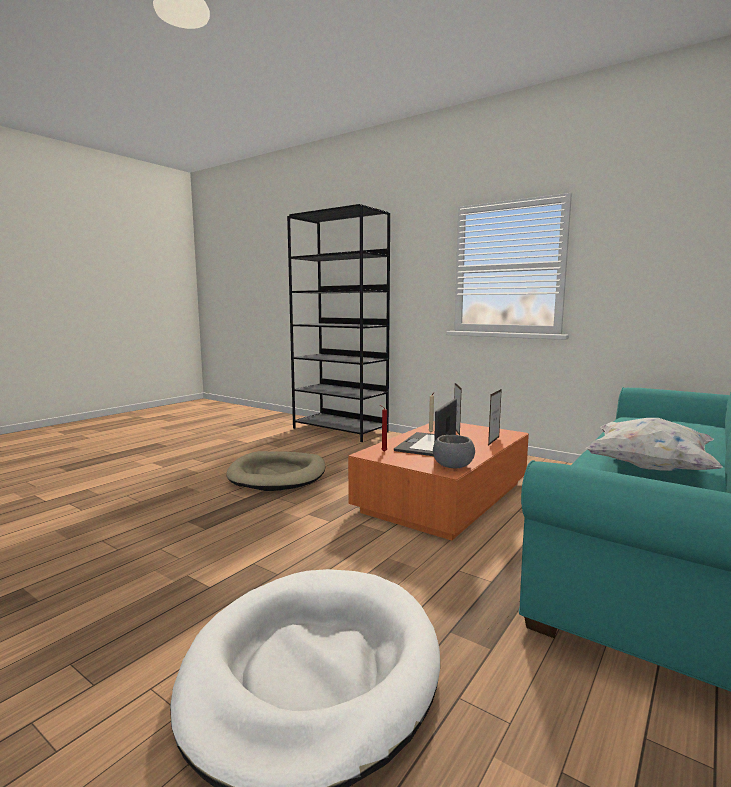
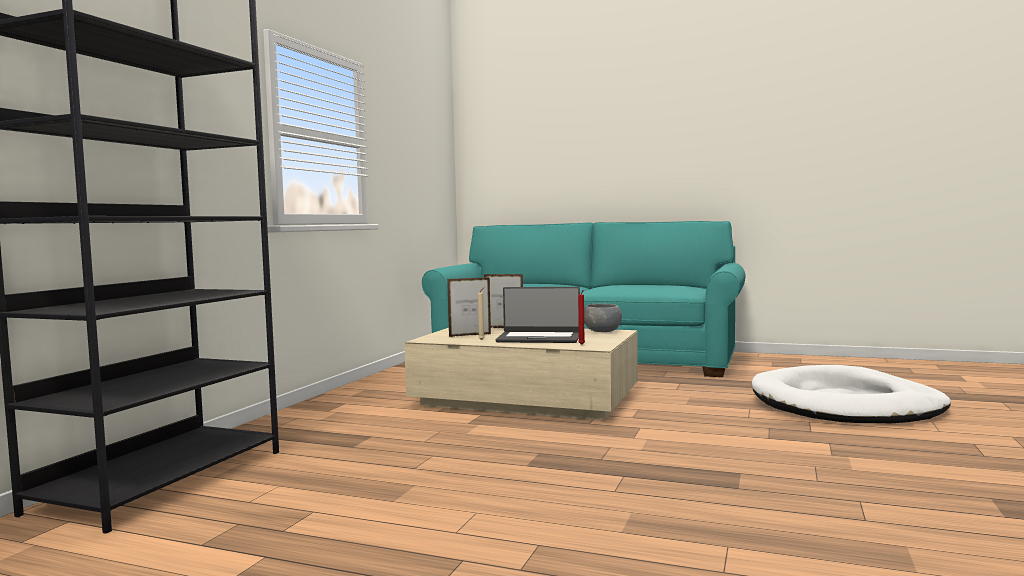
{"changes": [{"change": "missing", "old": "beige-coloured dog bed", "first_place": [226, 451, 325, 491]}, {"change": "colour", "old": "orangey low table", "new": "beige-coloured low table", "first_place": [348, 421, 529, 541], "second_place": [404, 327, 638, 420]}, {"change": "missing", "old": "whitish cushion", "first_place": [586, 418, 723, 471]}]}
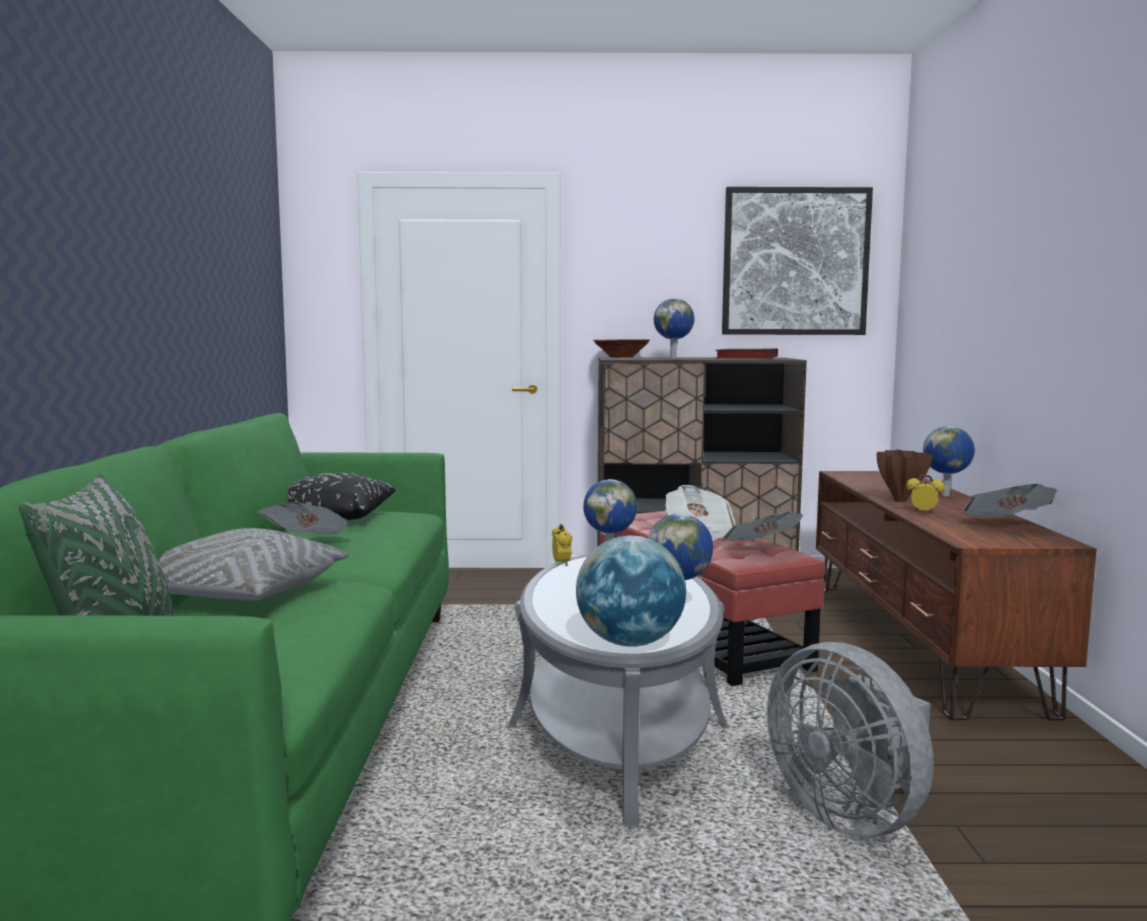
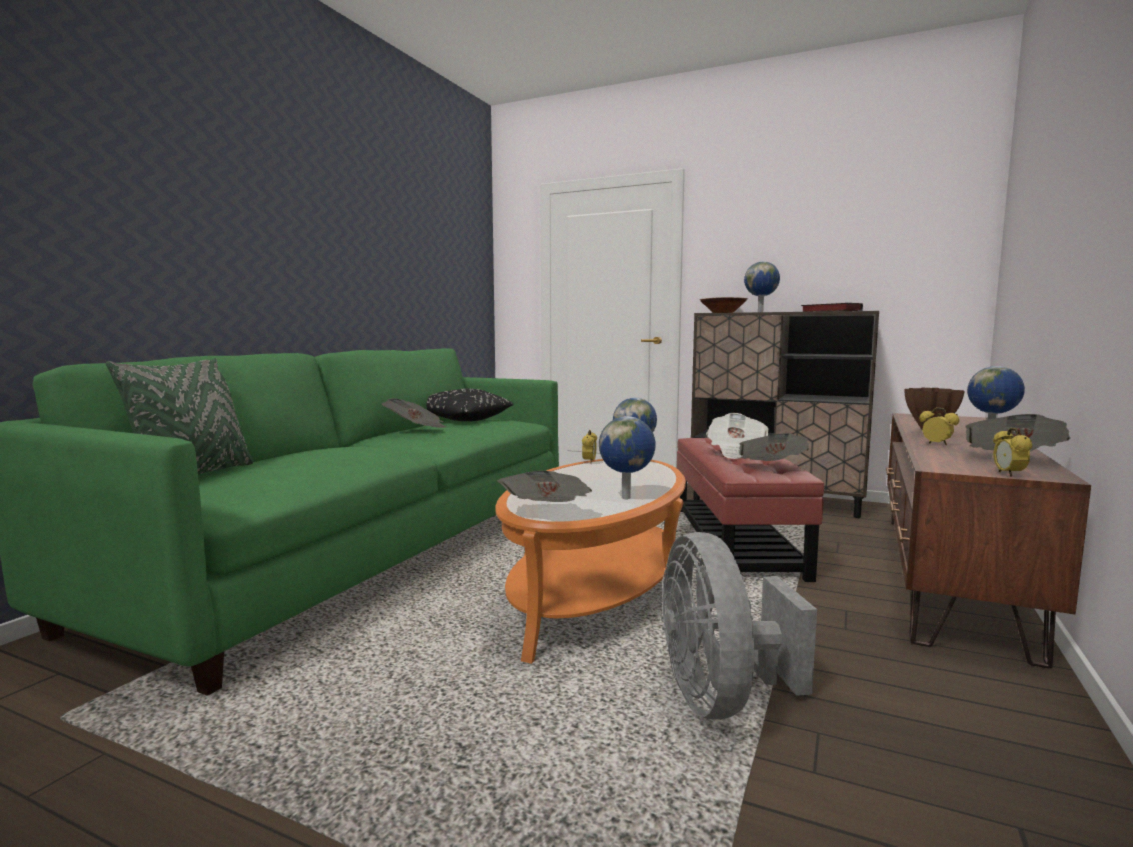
{"changes": [{"change": "missing", "old": "grey cushion", "first_place": [159, 528, 349, 601]}, {"change": "colour", "old": "grey low table", "new": "orangey low table", "first_place": [509, 554, 728, 827], "second_place": [495, 459, 686, 664]}, {"change": "exchanged", "old": "globe", "new": "printed paper", "first_place": [576, 535, 686, 647], "second_place": [497, 471, 592, 502]}, {"change": "missing", "old": "wall picture", "first_place": [722, 187, 873, 335]}, {"change": "appeared", "new": "alarm clock", "second_place": [993, 428, 1032, 477]}]}
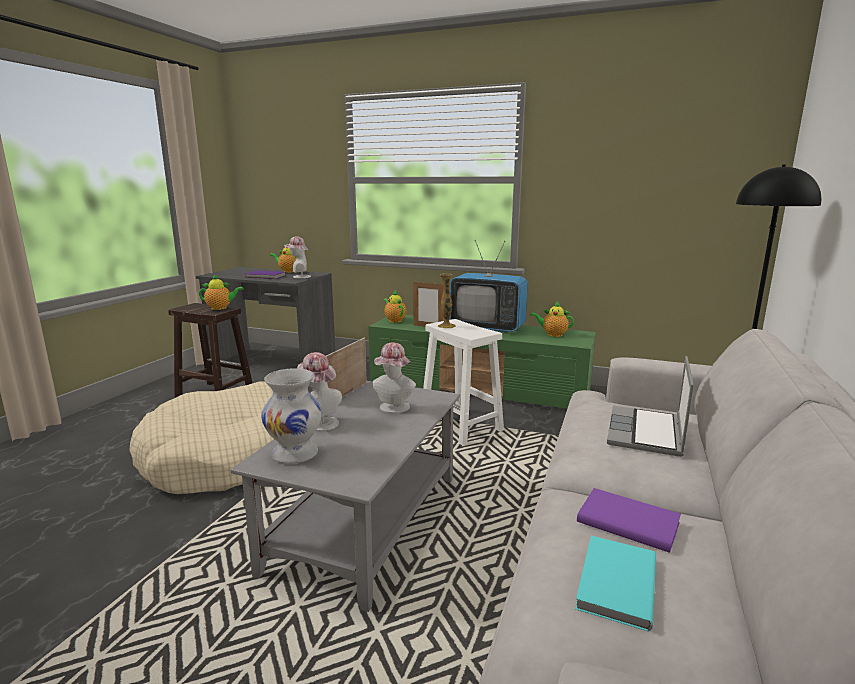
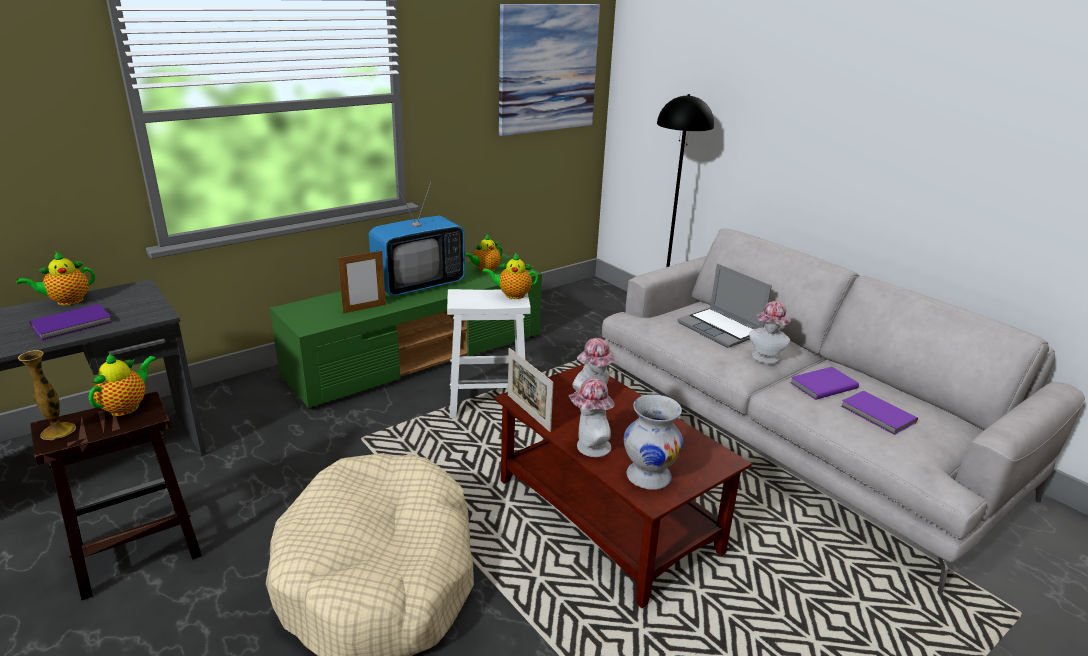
{"changes": [{"change": "colour", "old": "grey low table", "new": "brown low table", "first_place": [230, 381, 460, 612], "second_place": [494, 364, 752, 608]}, {"change": "relocated", "old": "clothing hat", "first_place": [284, 236, 311, 278], "second_place": [749, 301, 791, 364]}, {"change": "relocated", "old": "tea pot", "first_place": [384, 291, 407, 323], "second_place": [482, 253, 538, 299]}, {"change": "relocated", "old": "decorative vase", "first_place": [438, 274, 456, 328], "second_place": [18, 350, 76, 440]}, {"change": "colour", "old": "turquoise bound book", "new": "purple-coloured bound book", "first_place": [575, 536, 656, 631], "second_place": [841, 391, 918, 435]}, {"change": "appeared", "new": "wall picture", "second_place": [499, 4, 600, 136]}]}
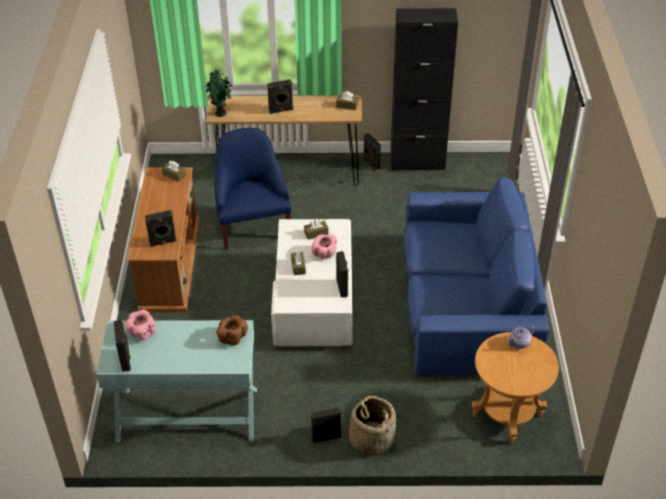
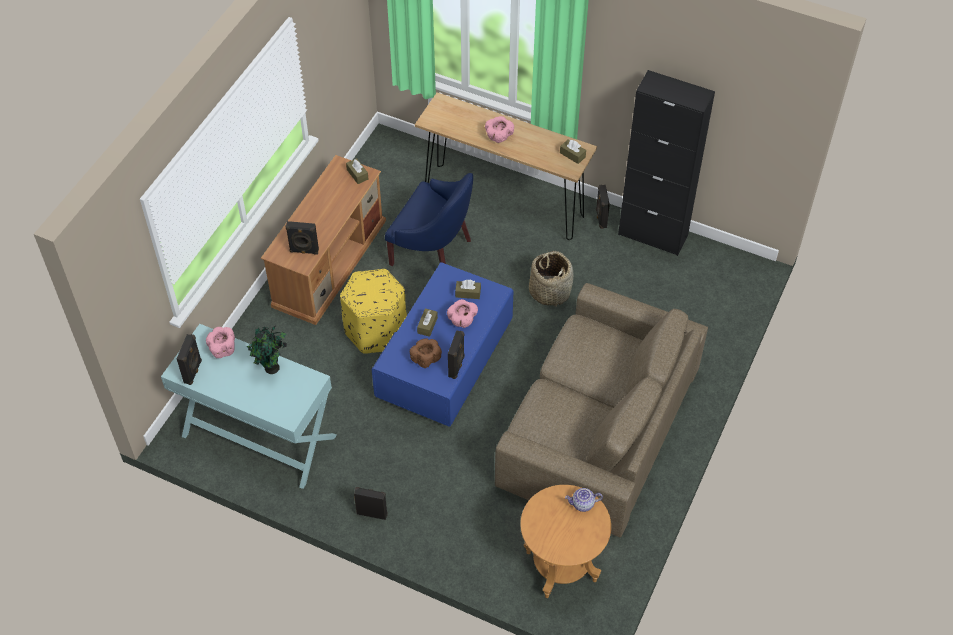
{"changes": [{"change": "relocated", "old": "potted plant", "first_place": [206, 70, 232, 117], "second_place": [247, 326, 287, 374]}, {"change": "spun", "old": "bluish lounge chair", "first_place": [215, 128, 292, 250], "second_place": [385, 173, 473, 266], "degrees": 105}, {"change": "relocated", "old": "brown bowl", "first_place": [216, 315, 248, 346], "second_place": [410, 339, 442, 368]}, {"change": "exchanged", "old": "black loudspeaker", "new": "pinkish bowl", "first_place": [267, 79, 293, 114], "second_place": [485, 116, 514, 143]}, {"change": "colour", "old": "whitish low table", "new": "bluish low table", "first_place": [271, 219, 353, 347], "second_place": [371, 262, 513, 426]}, {"change": "relocated", "old": "storage basket", "first_place": [349, 396, 396, 456], "second_place": [529, 251, 573, 307]}, {"change": "colour", "old": "bluish settee", "new": "brown settee", "first_place": [404, 178, 549, 376], "second_place": [495, 283, 708, 537]}, {"change": "appeared", "new": "yellow footrest", "second_place": [340, 269, 407, 354]}]}
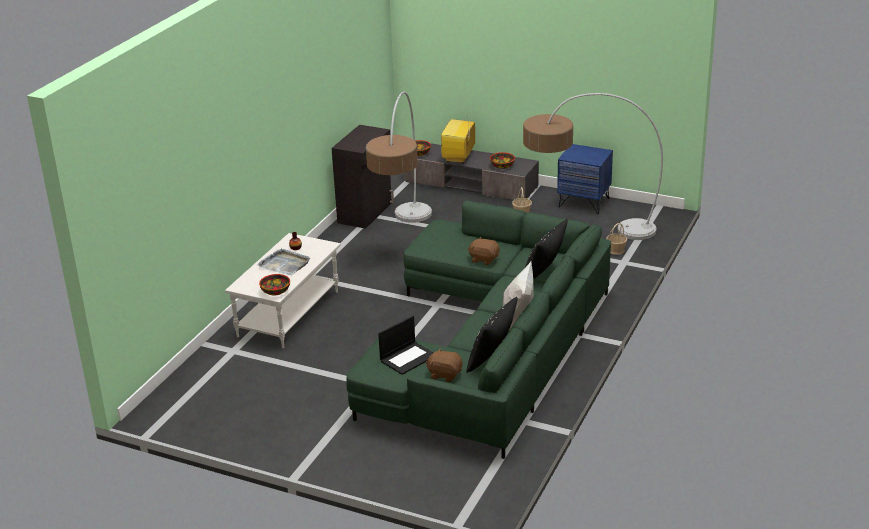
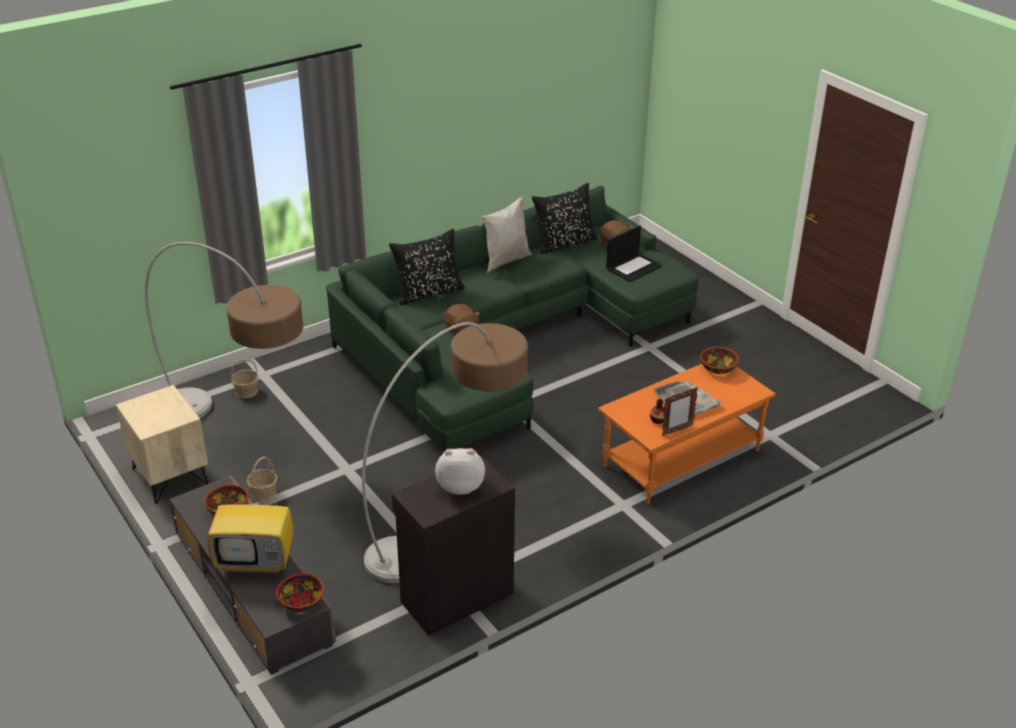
{"changes": [{"change": "colour", "old": "whitish low table", "new": "orangey low table", "first_place": [225, 233, 341, 348], "second_place": [598, 364, 776, 504]}, {"change": "spun", "old": "notebook computer", "first_place": [378, 315, 433, 375], "second_place": [606, 225, 662, 282], "degrees": 150}, {"change": "spun", "old": "TV set", "first_place": [441, 116, 475, 163], "second_place": [208, 472, 293, 574], "degrees": 45}, {"change": "colour", "old": "bluish bedside table", "new": "beige-coloured bedside table", "first_place": [557, 144, 613, 214], "second_place": [116, 385, 208, 504]}, {"change": "appeared", "new": "cuddly toy", "second_place": [435, 448, 485, 495]}, {"change": "appeared", "new": "picture frame", "second_place": [662, 387, 698, 436]}]}
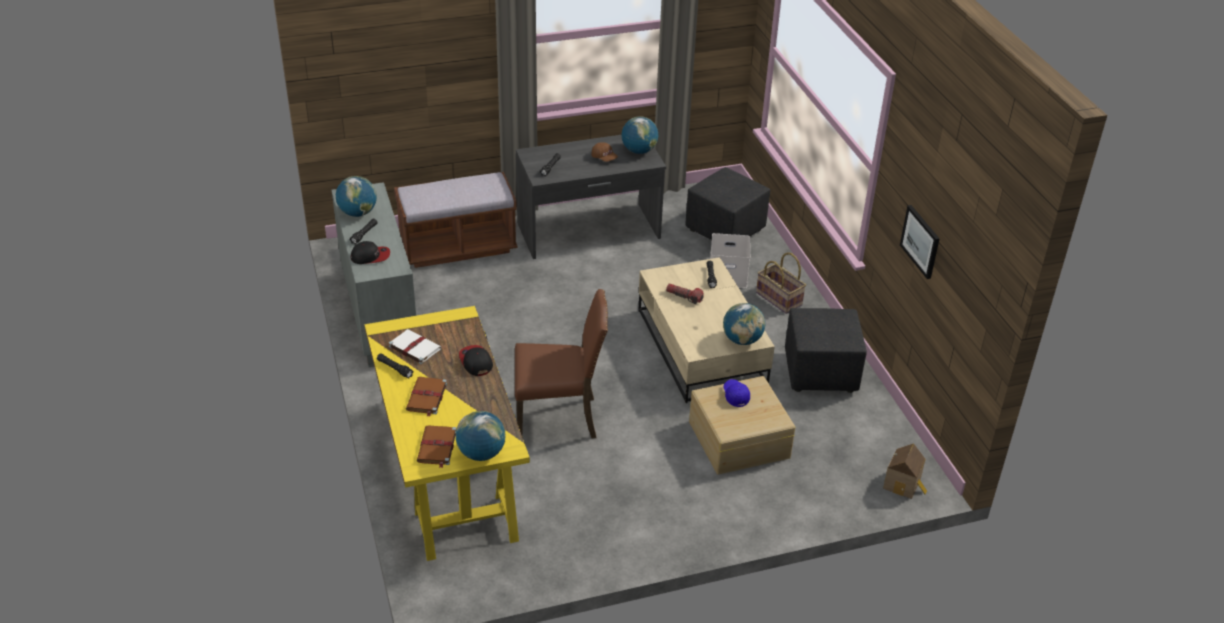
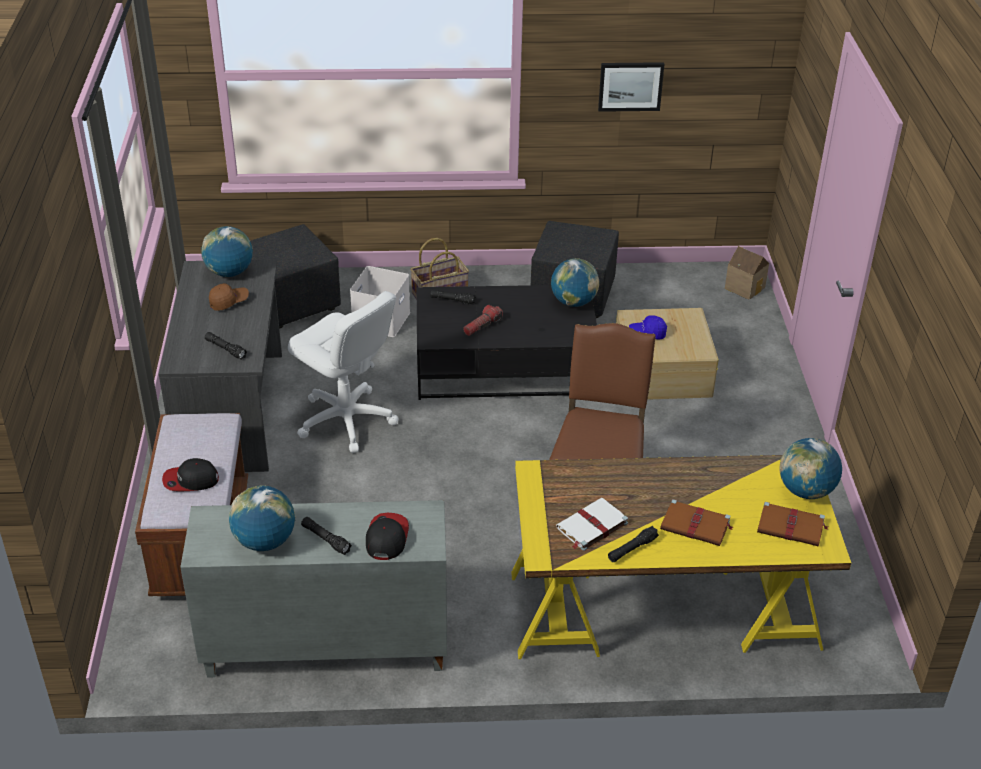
{"changes": [{"change": "relocated", "old": "baseball cap", "first_place": [459, 345, 493, 376], "second_place": [162, 458, 219, 491]}, {"change": "colour", "old": "beige-coloured low table", "new": "black low table", "first_place": [638, 257, 775, 403], "second_place": [417, 285, 597, 400]}, {"change": "appeared", "new": "whitish computer chair", "second_place": [288, 291, 399, 453]}]}
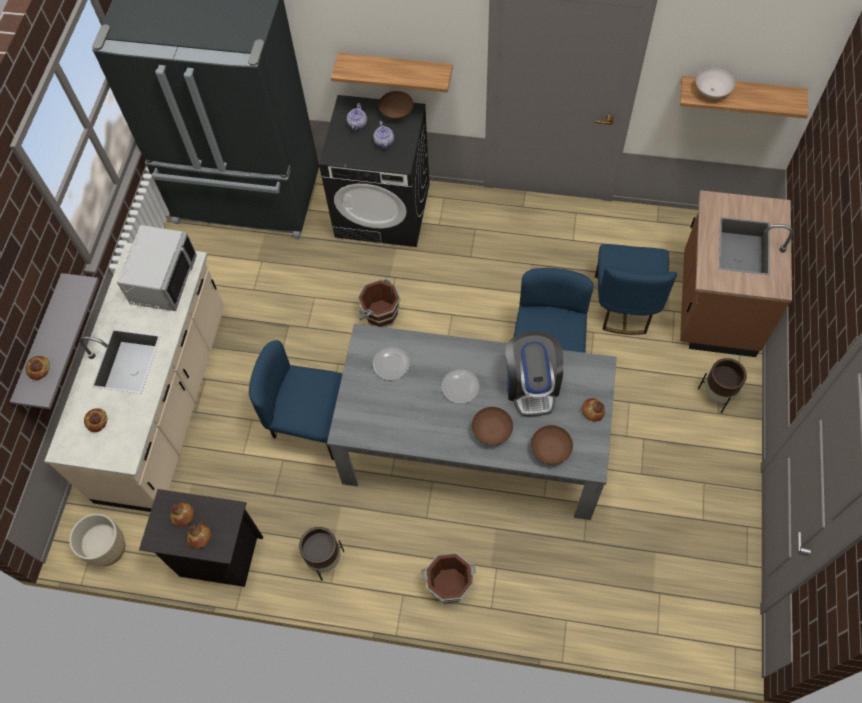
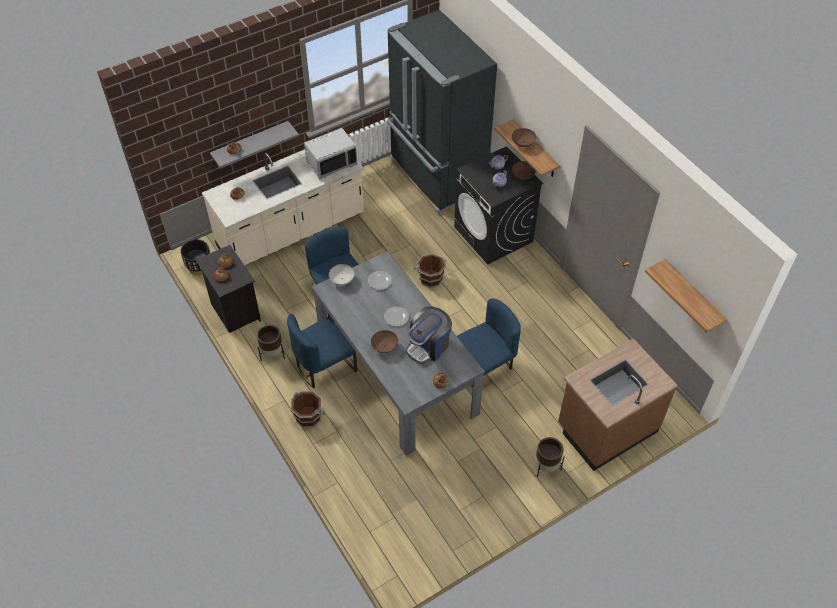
{"changes": [{"change": "colour", "old": "beige-coloured flower pot", "new": "black flower pot", "first_place": [69, 514, 125, 566], "second_place": [180, 239, 210, 275]}, {"change": "relocated", "old": "brown bowl", "first_place": [531, 425, 573, 464], "second_place": [512, 128, 537, 147]}, {"change": "relocated", "old": "bluish plain chair", "first_place": [595, 244, 677, 335], "second_place": [287, 314, 357, 388]}, {"change": "relocated", "old": "whitish bowl", "first_place": [696, 67, 735, 99], "second_place": [329, 264, 355, 285]}]}
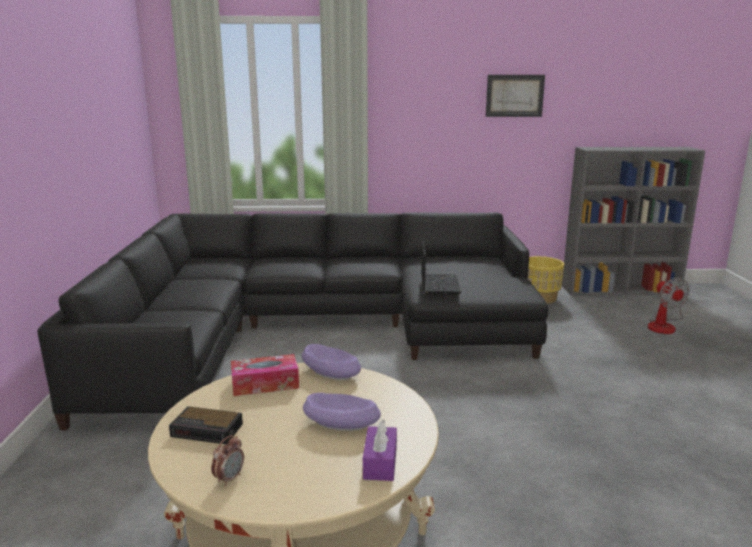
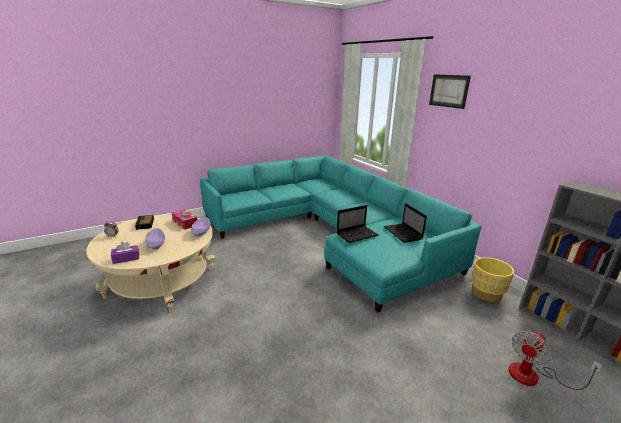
{"changes": [{"change": "colour", "old": "black settee", "new": "turquoise settee", "first_place": [37, 212, 549, 430], "second_place": [200, 155, 481, 313]}, {"change": "relocated", "old": "wall picture", "first_place": [486, 75, 545, 117], "second_place": [429, 74, 471, 109]}, {"change": "appeared", "new": "notebook computer", "second_place": [384, 203, 427, 243]}]}
